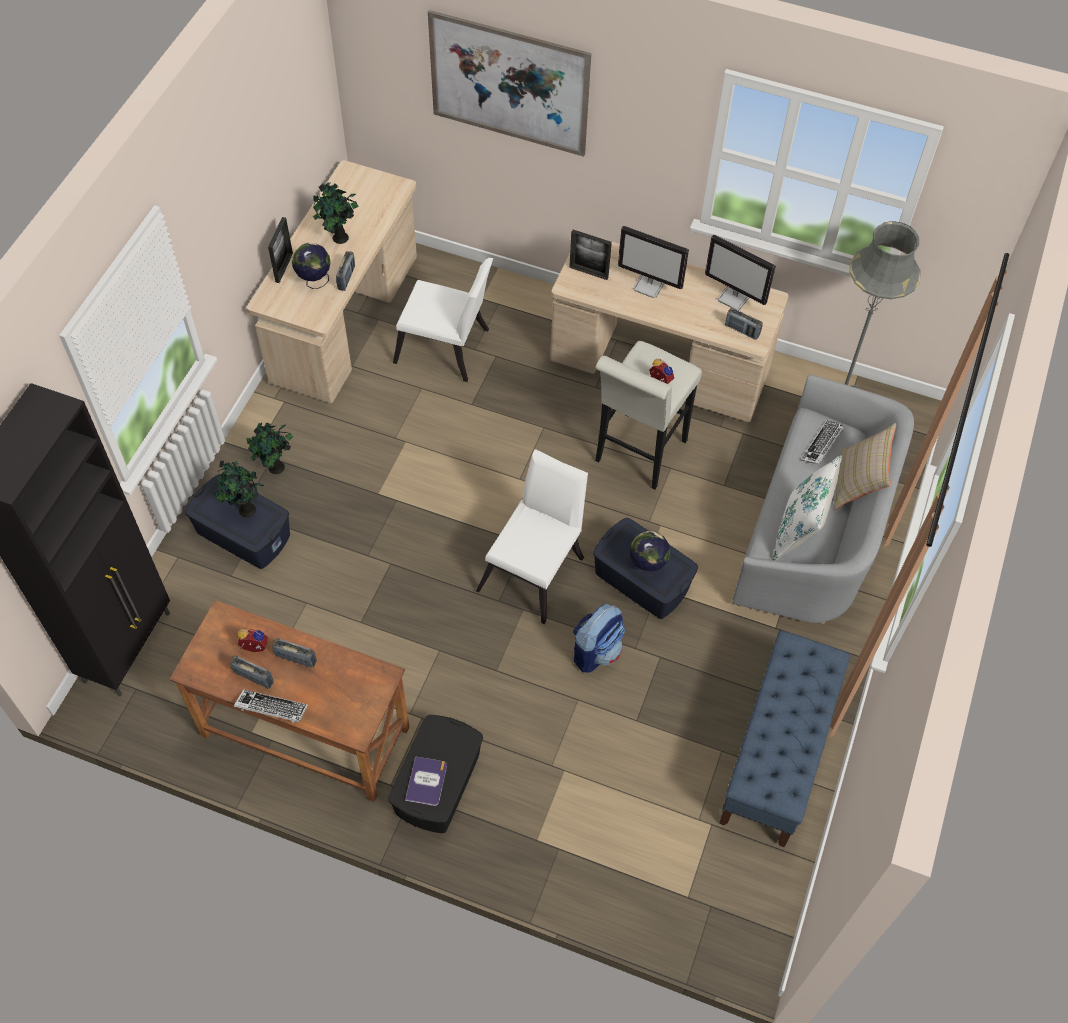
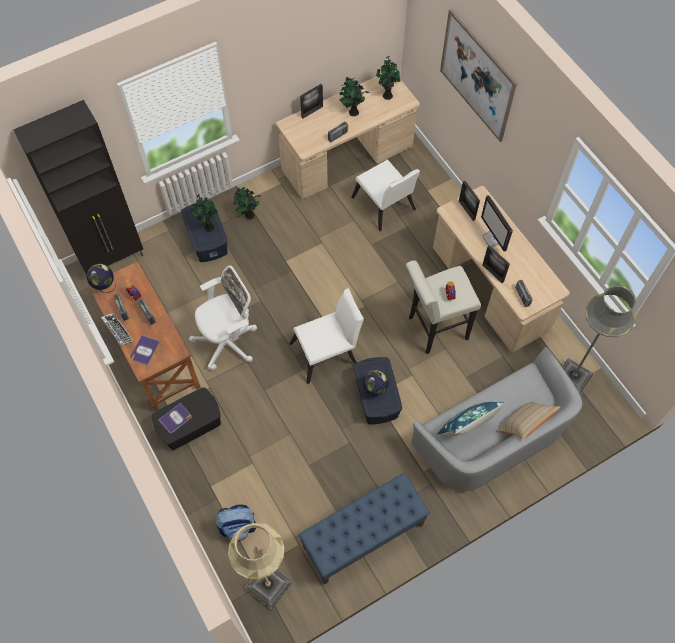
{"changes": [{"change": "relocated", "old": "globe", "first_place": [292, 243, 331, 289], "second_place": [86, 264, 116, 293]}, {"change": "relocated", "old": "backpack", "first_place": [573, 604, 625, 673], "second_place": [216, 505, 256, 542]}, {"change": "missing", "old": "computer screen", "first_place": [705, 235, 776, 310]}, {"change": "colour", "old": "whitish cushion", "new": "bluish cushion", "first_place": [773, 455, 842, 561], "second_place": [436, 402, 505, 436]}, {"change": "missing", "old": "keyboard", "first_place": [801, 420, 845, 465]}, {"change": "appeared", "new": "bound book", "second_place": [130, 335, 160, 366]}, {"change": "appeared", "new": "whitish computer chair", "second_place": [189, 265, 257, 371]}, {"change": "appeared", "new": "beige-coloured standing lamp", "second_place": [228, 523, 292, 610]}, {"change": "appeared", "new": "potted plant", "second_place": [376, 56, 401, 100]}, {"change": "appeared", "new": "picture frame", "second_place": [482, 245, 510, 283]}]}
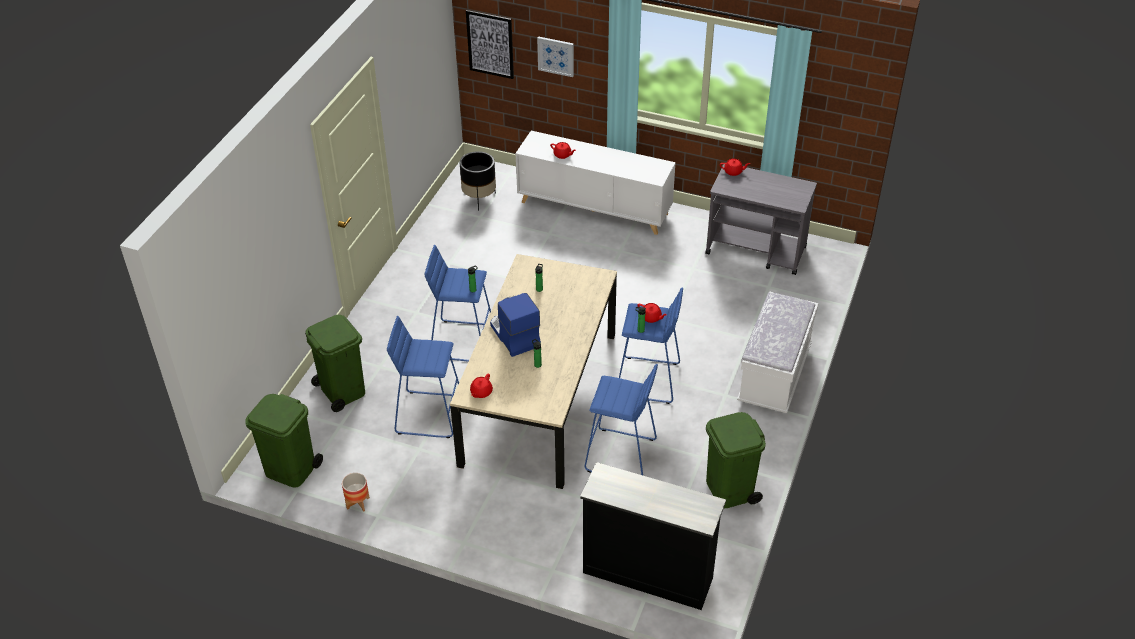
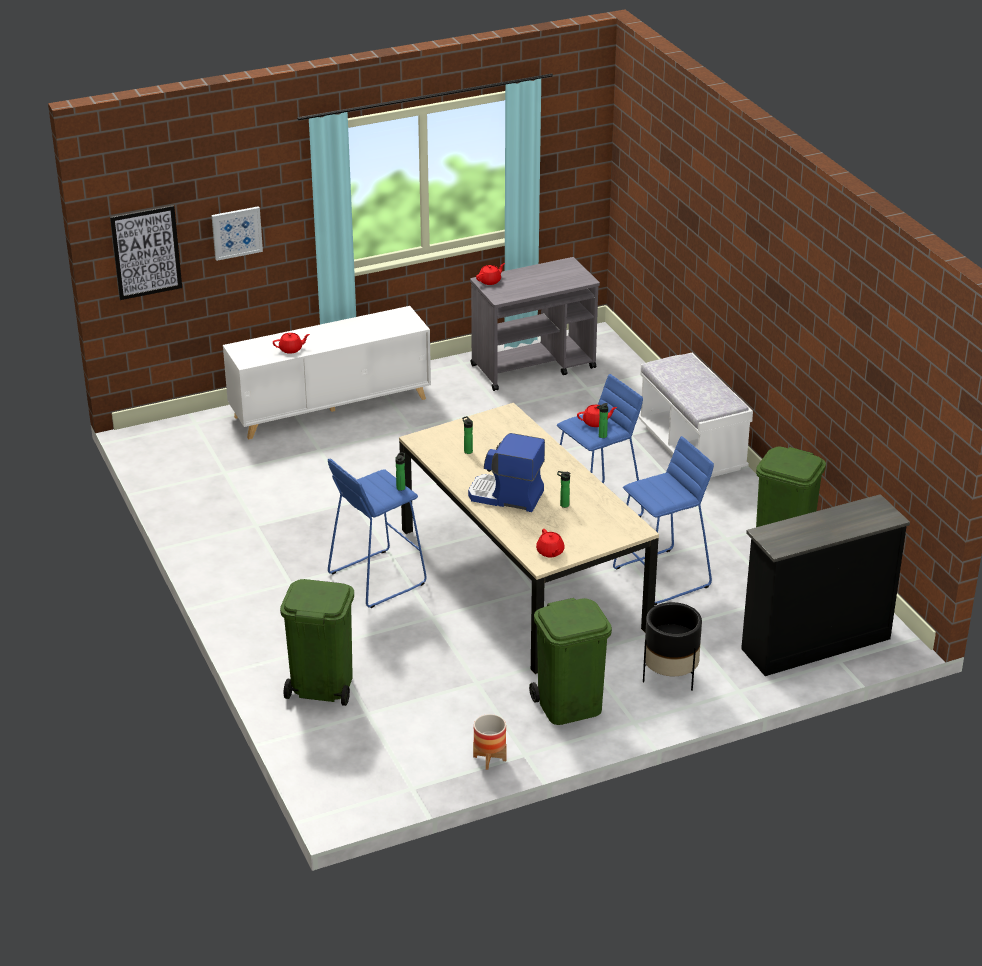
{"changes": [{"change": "relocated", "old": "green rubbish bin", "first_place": [245, 394, 323, 488], "second_place": [529, 598, 612, 725]}, {"change": "missing", "old": "bluish stool", "first_place": [387, 316, 459, 438]}, {"change": "relocated", "old": "black flower pot", "first_place": [460, 151, 496, 210], "second_place": [643, 602, 702, 691]}]}
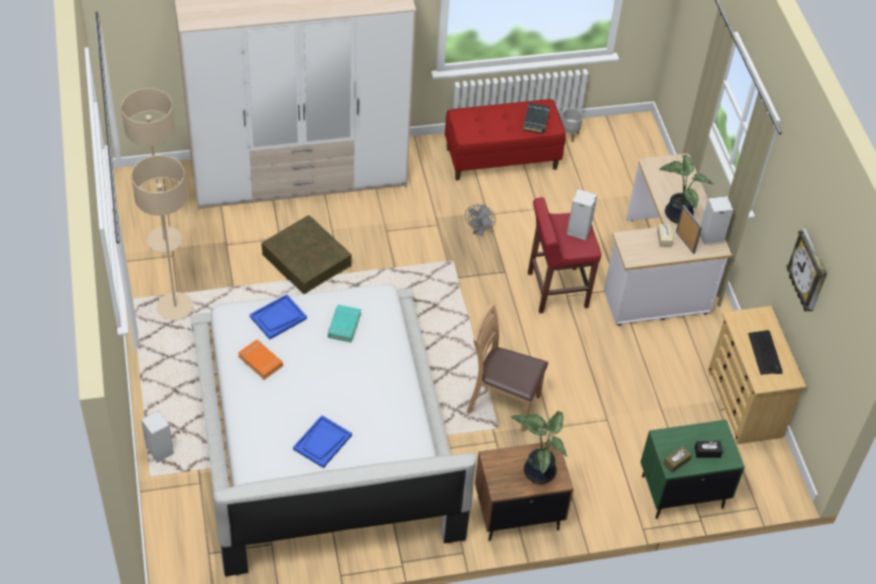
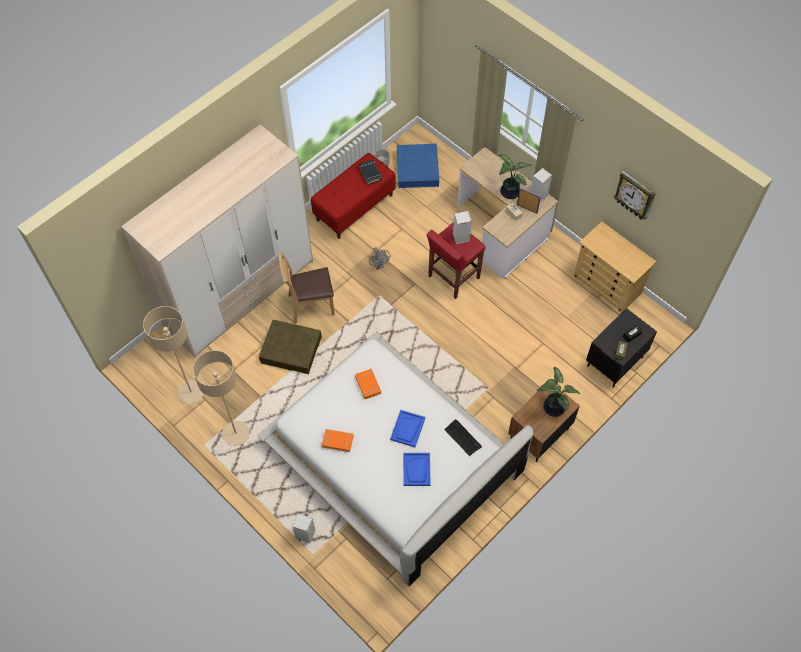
{"changes": [{"change": "relocated", "old": "bluish tray", "first_place": [250, 294, 307, 340], "second_place": [390, 410, 425, 447]}, {"change": "colour", "old": "turquoise bound book", "new": "orangey bound book", "first_place": [328, 305, 361, 343], "second_place": [355, 368, 381, 399]}, {"change": "relocated", "old": "brown plain chair", "first_place": [467, 303, 548, 432], "second_place": [279, 252, 335, 324]}, {"change": "colour", "old": "green bedside table", "new": "black bedside table", "first_place": [641, 420, 745, 519], "second_place": [586, 308, 657, 388]}, {"change": "relocated", "old": "keyboard", "first_place": [748, 330, 783, 375], "second_place": [444, 419, 482, 456]}, {"change": "appeared", "new": "bluish storage bin", "second_place": [397, 144, 439, 188]}]}
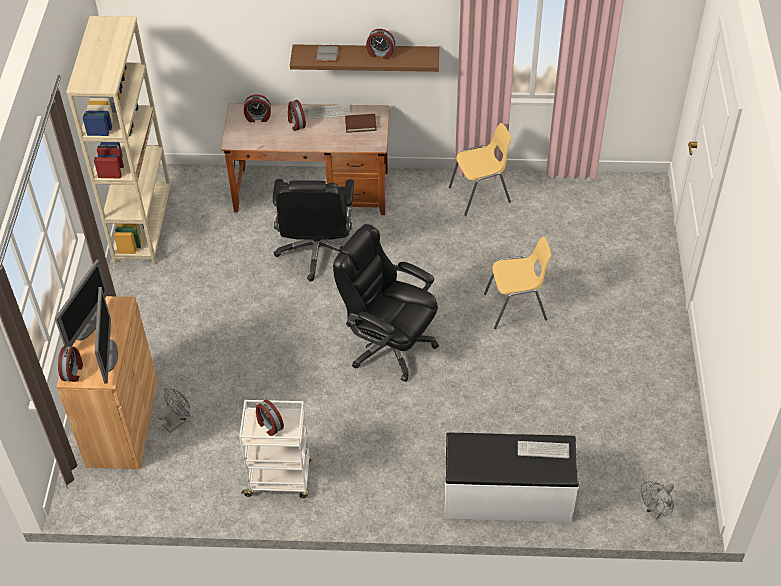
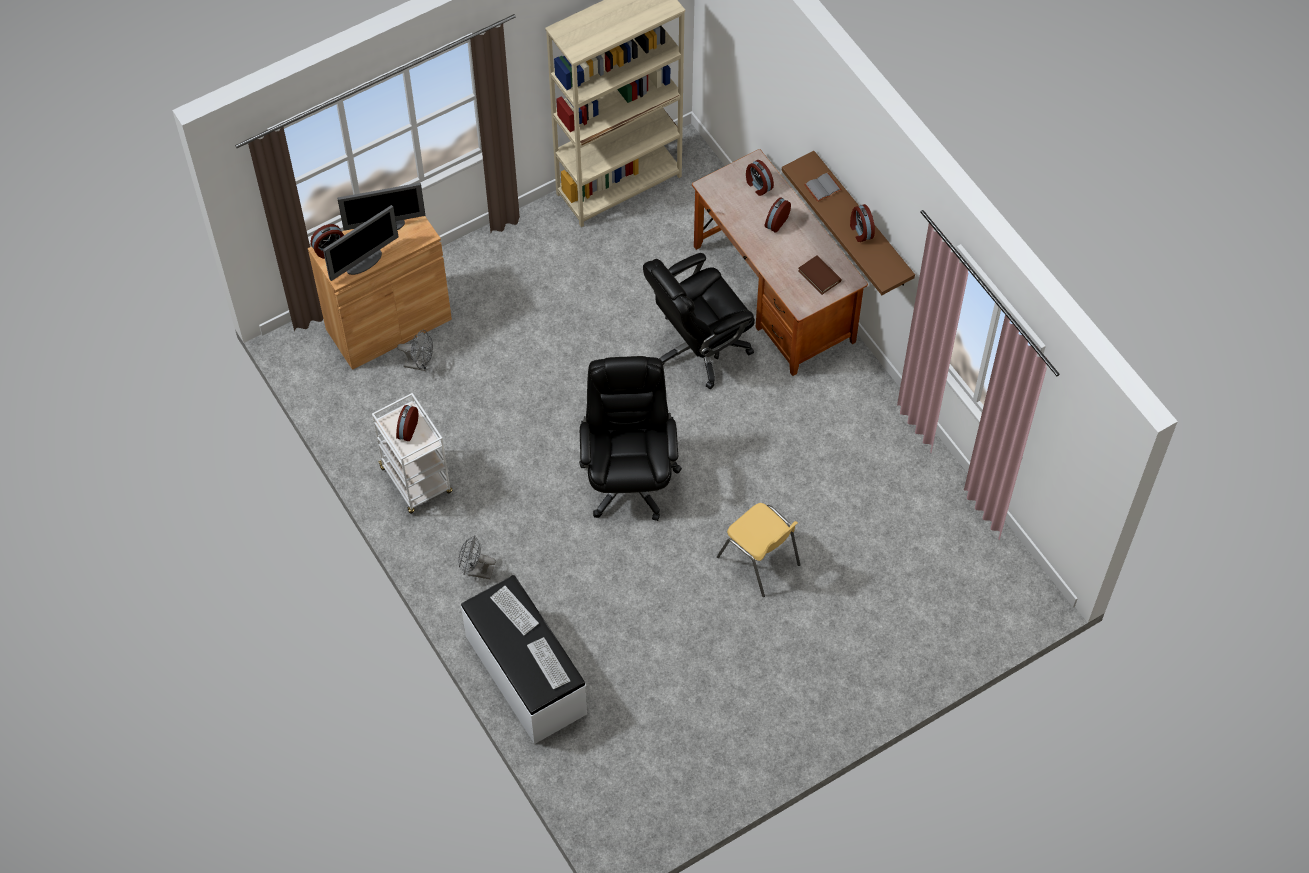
{"changes": [{"change": "relocated", "old": "keyboard", "first_place": [308, 104, 351, 119], "second_place": [490, 586, 539, 635]}, {"change": "missing", "old": "yellow plain chair", "first_place": [449, 123, 512, 216]}, {"change": "relocated", "old": "grey electric fan", "first_place": [641, 481, 674, 519], "second_place": [458, 536, 496, 579]}]}
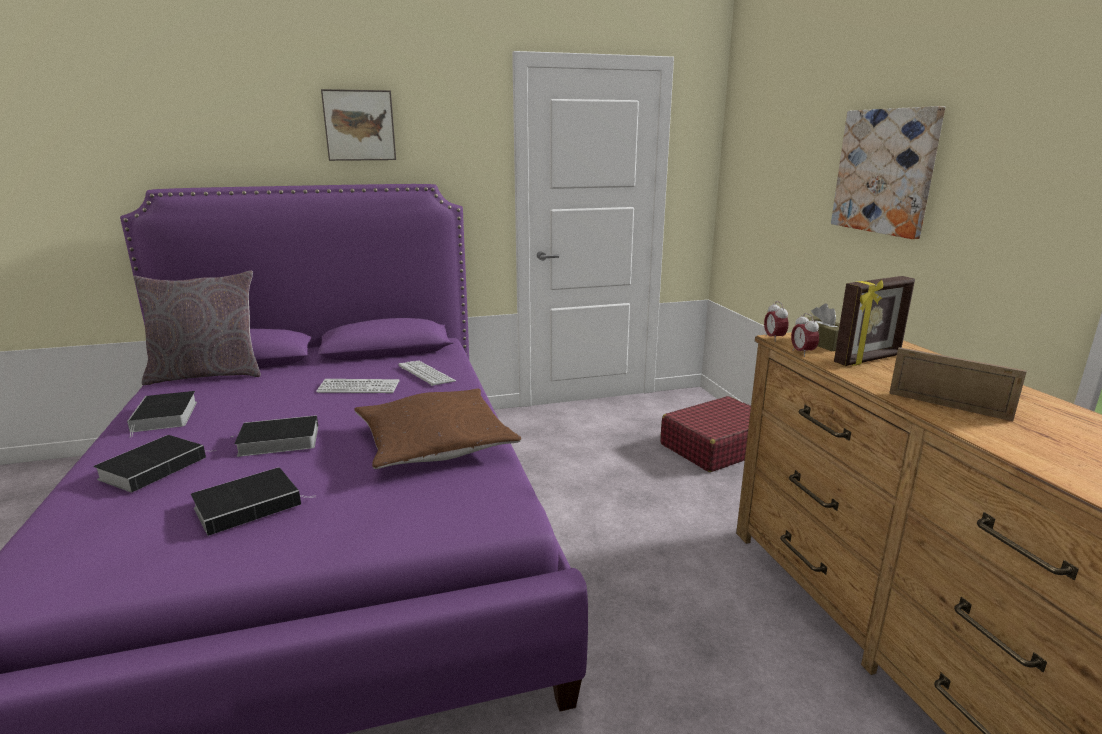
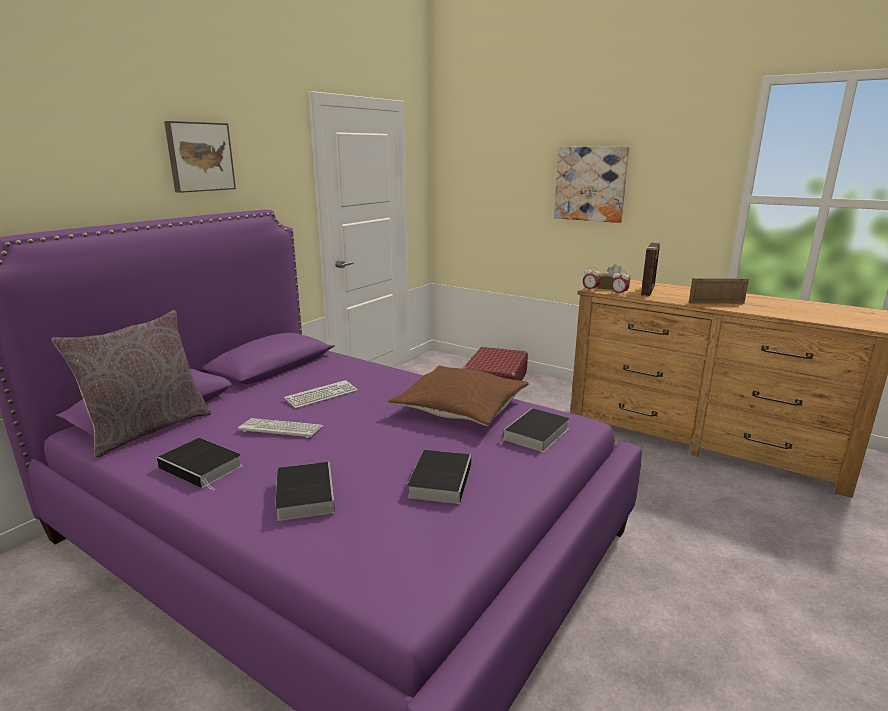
{"changes": [{"change": "relocated", "old": "bound book", "first_place": [231, 415, 318, 457], "second_place": [500, 408, 570, 452]}, {"change": "relocated", "old": "keyboard", "first_place": [399, 361, 456, 386], "second_place": [238, 418, 323, 438]}]}
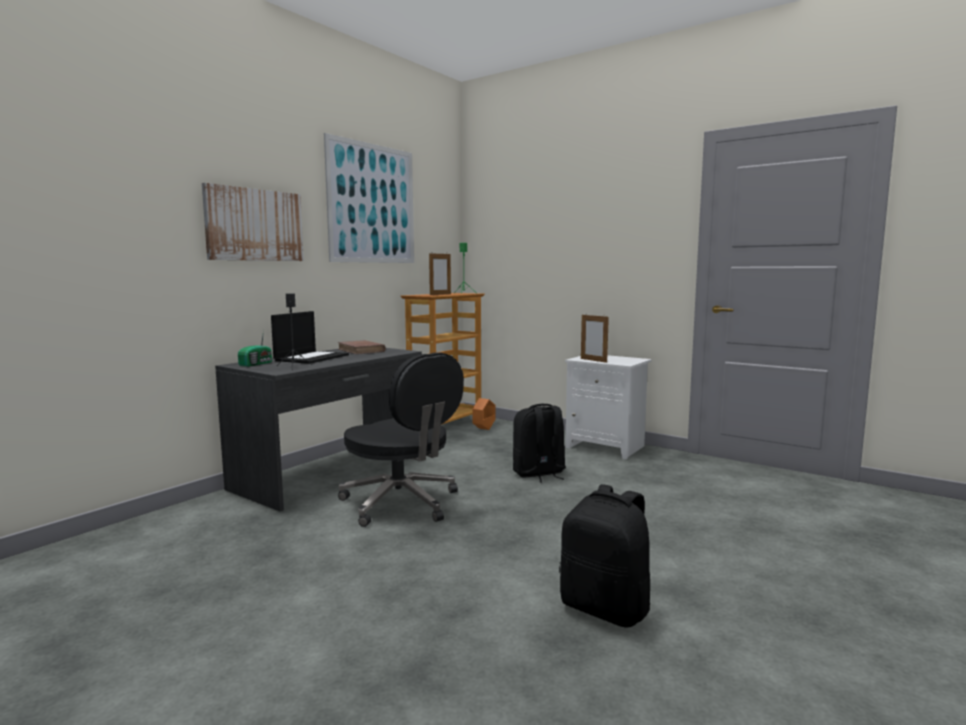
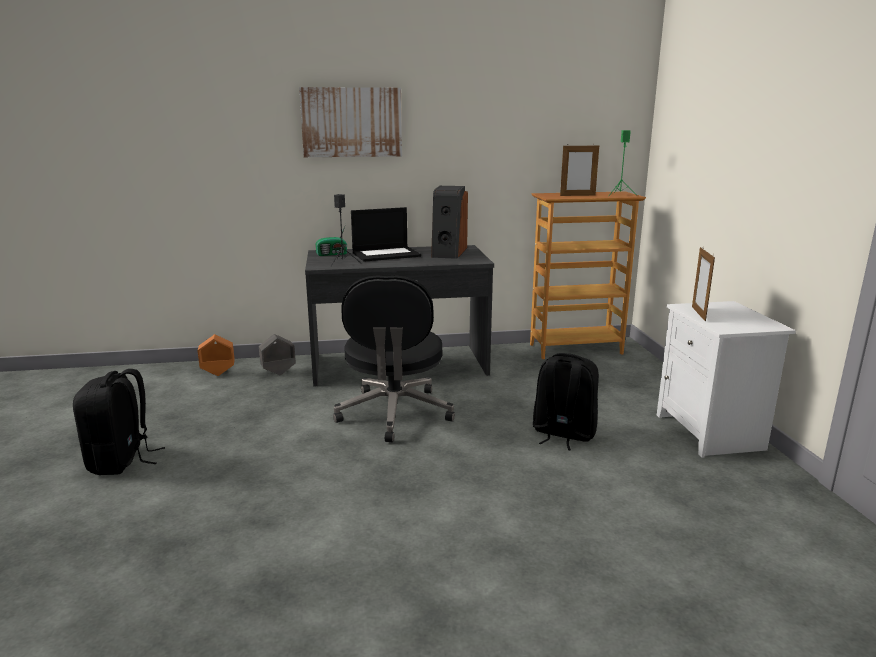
{"changes": [{"change": "missing", "old": "wall picture", "first_place": [324, 133, 414, 263]}, {"change": "exchanged", "old": "brown bound book", "new": "loudspeaker", "first_place": [337, 340, 386, 354], "second_place": [431, 186, 468, 259]}, {"change": "relocated", "old": "orangey flower pot", "first_place": [472, 398, 496, 430], "second_place": [197, 334, 235, 376]}, {"change": "relocated", "old": "black backpack", "first_place": [559, 484, 650, 627], "second_place": [73, 369, 165, 475]}, {"change": "appeared", "new": "grey flower pot", "second_place": [259, 334, 296, 375]}]}
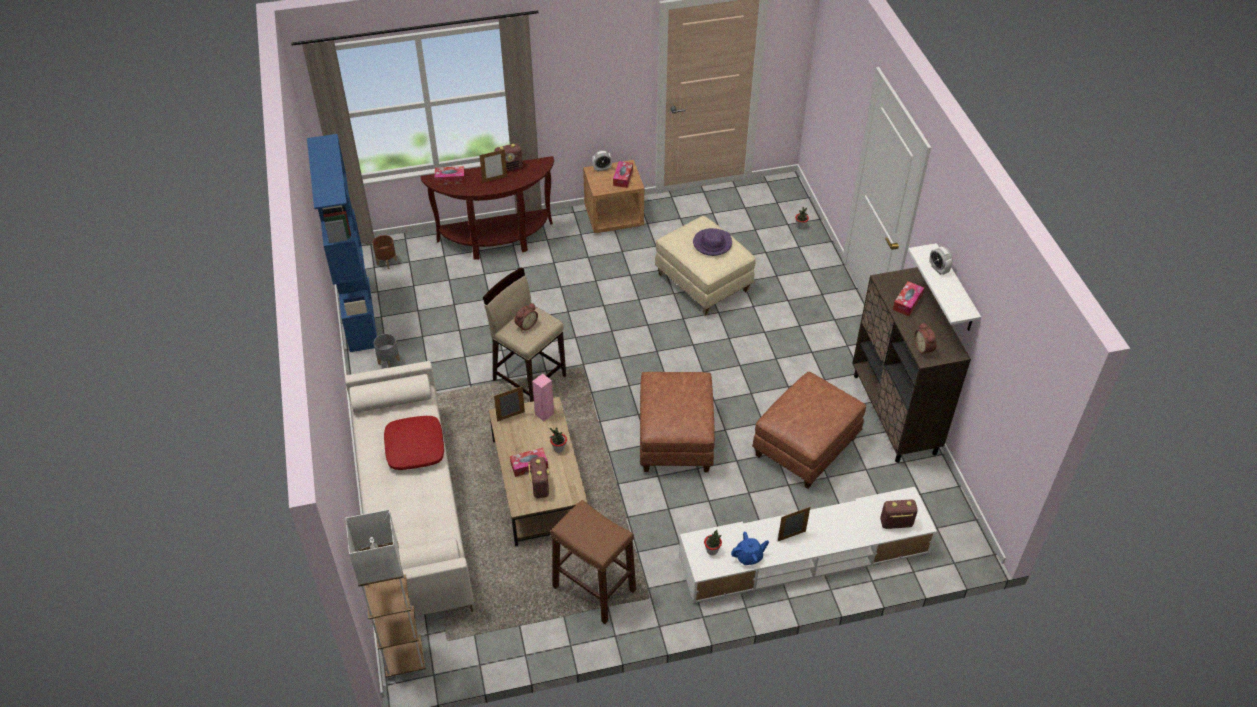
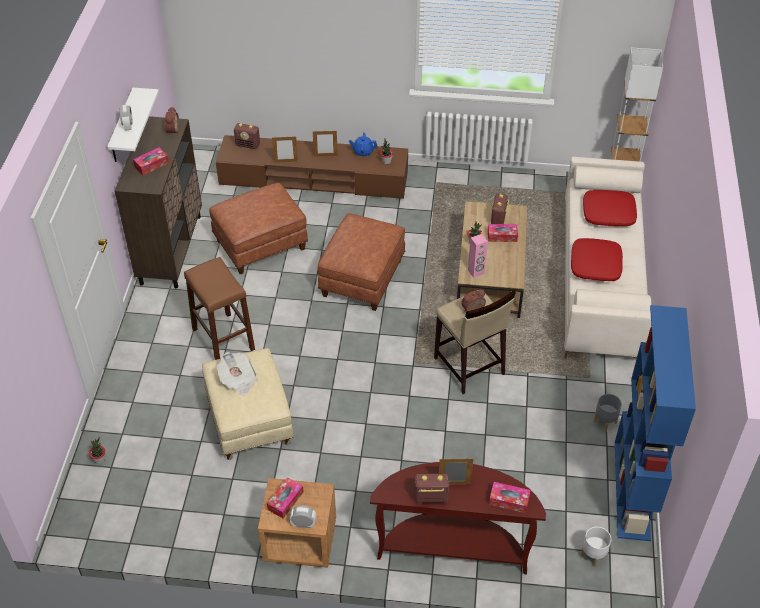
{"changes": [{"change": "colour", "old": "brown flower pot", "new": "whitish flower pot", "first_place": [373, 235, 397, 269], "second_place": [581, 527, 611, 567]}, {"change": "relocated", "old": "picture frame", "first_place": [494, 386, 525, 422], "second_place": [272, 136, 298, 163]}, {"change": "relocated", "old": "brown stool", "first_place": [551, 500, 636, 624], "second_place": [184, 257, 255, 360]}, {"change": "colour", "old": "whitish tv stand", "new": "brown tv stand", "first_place": [679, 487, 937, 604], "second_place": [216, 135, 408, 199]}, {"change": "exchanged", "old": "purple-coloured clothing hat", "new": "printed paper", "first_place": [693, 228, 732, 256], "second_place": [217, 352, 258, 396]}, {"change": "appeared", "new": "red cushion", "second_place": [583, 190, 637, 226]}]}
